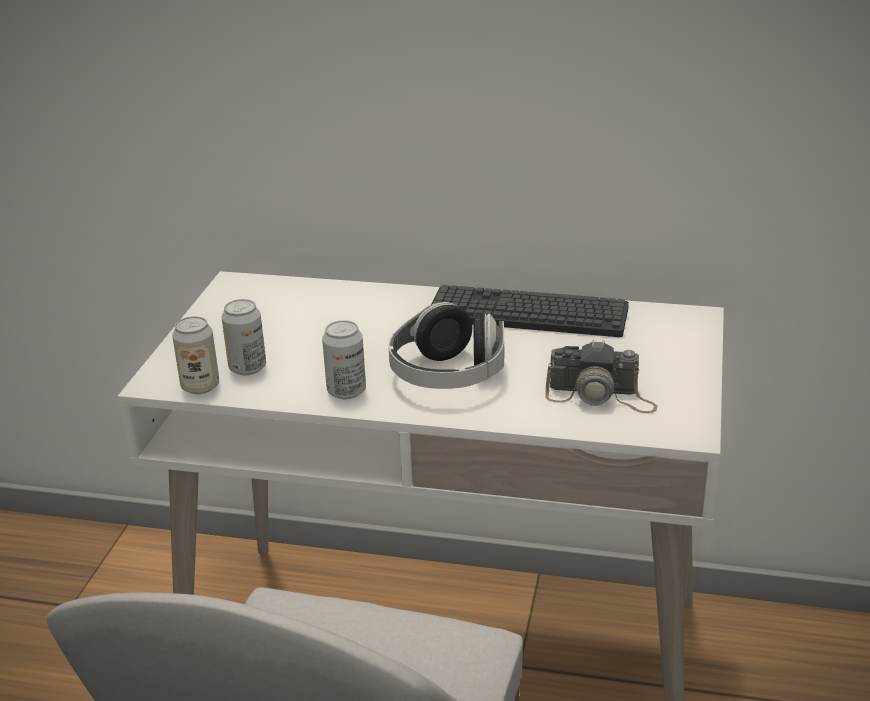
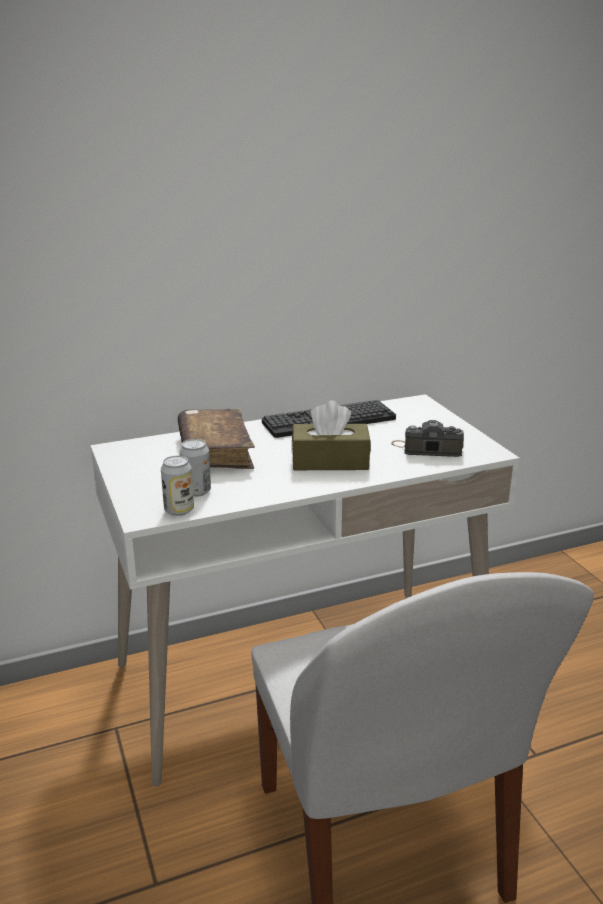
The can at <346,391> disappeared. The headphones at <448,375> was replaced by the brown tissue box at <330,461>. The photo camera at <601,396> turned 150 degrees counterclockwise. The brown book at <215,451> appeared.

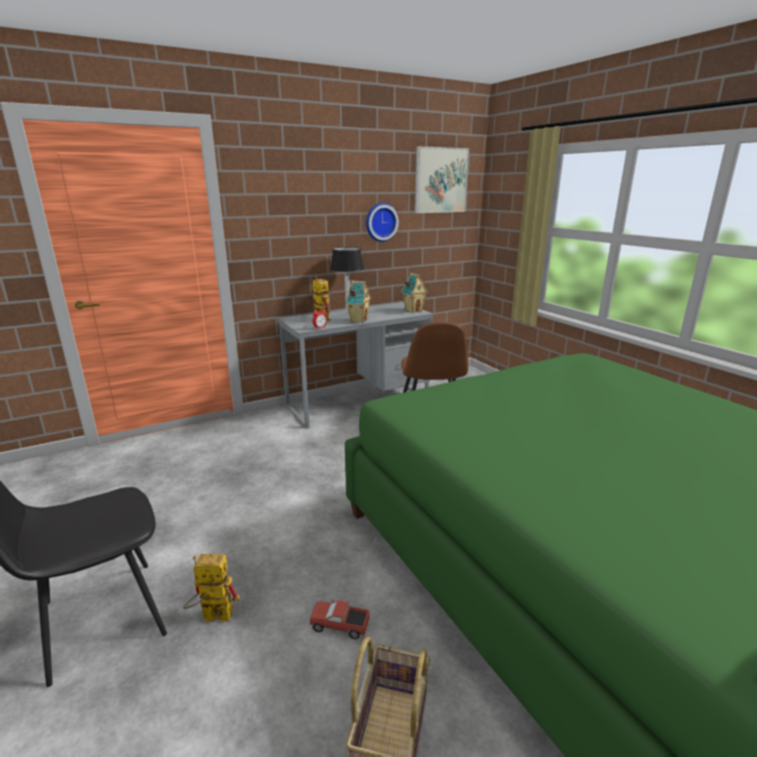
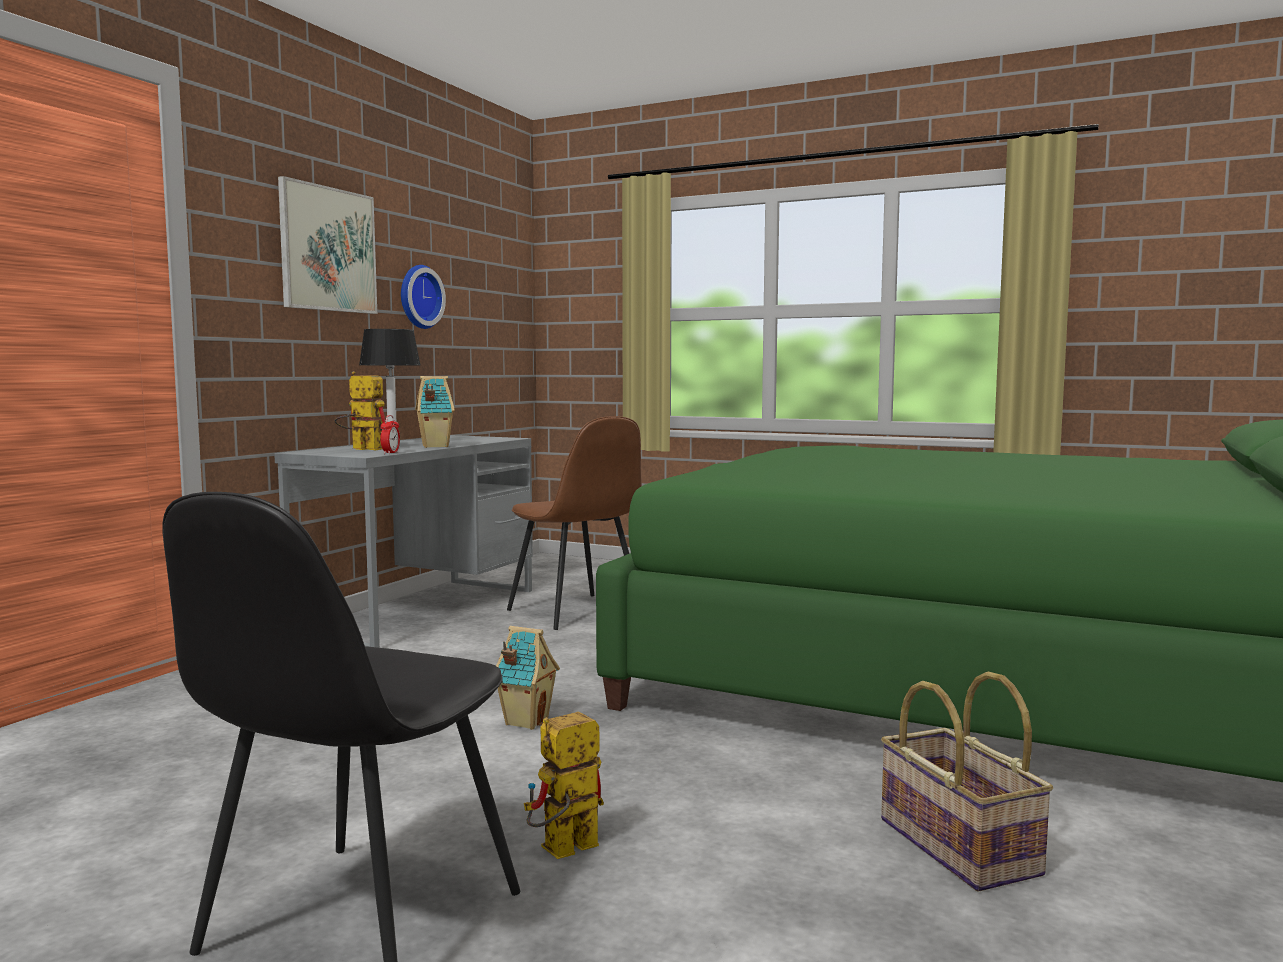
The toy truck at <340,626> disappeared. The toy house moved from <413,310> to <526,721>. The picture moved from <440,180> to <328,249>.

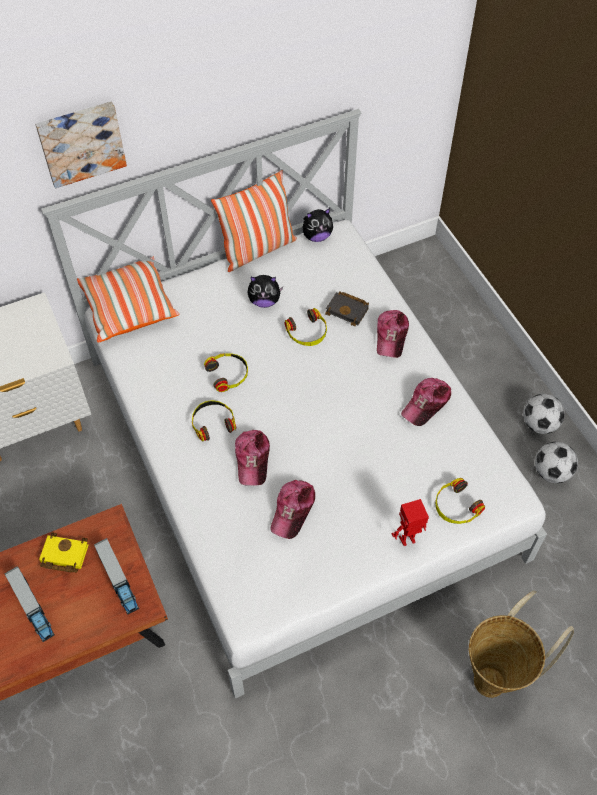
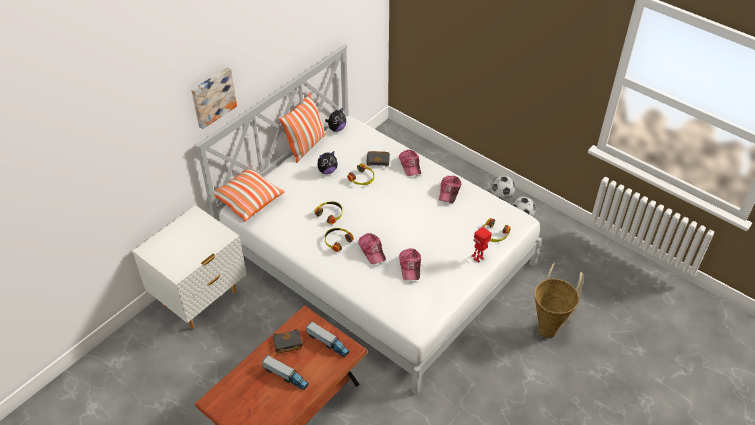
The yellow book at <63,555> became the black book at <287,343>.

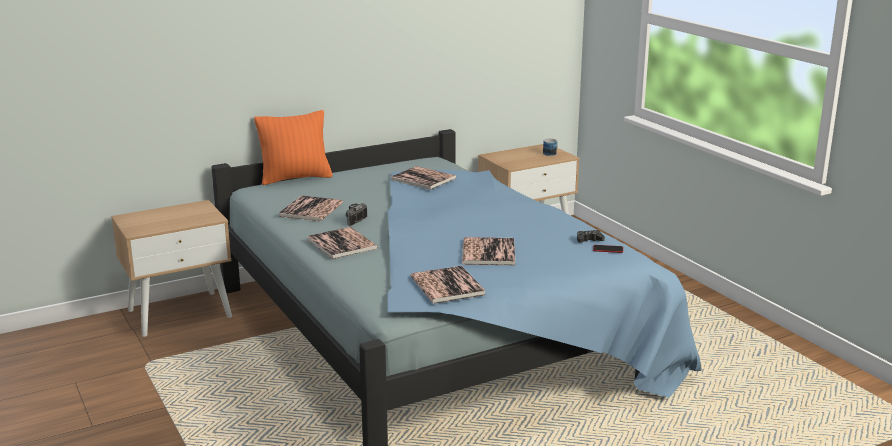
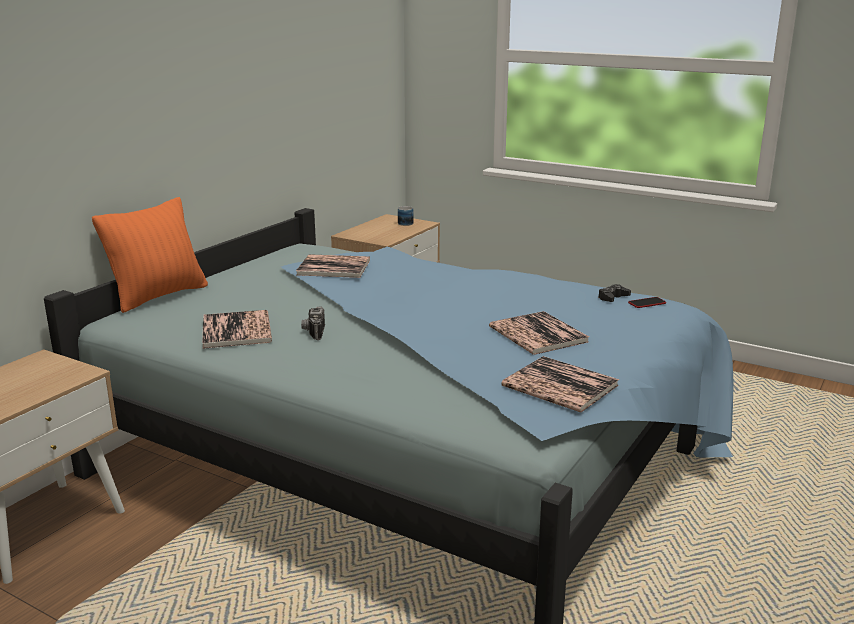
The book at <342,244> disappeared.

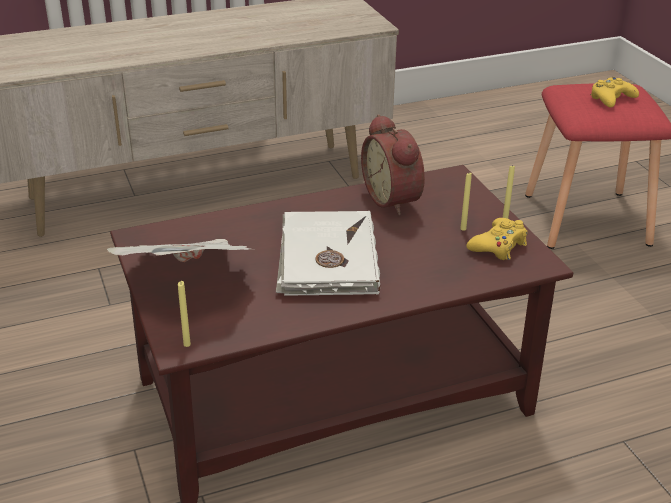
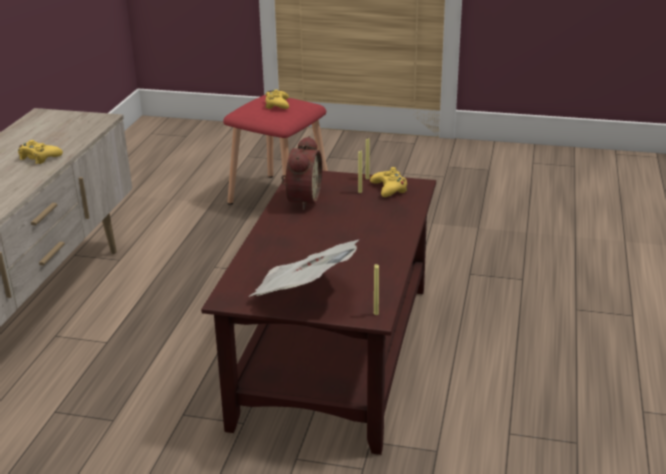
The white book at <326,259> disappeared. The alarm clock at <394,199> turned 90 degrees counterclockwise. The yellow game controller at <39,157> appeared.

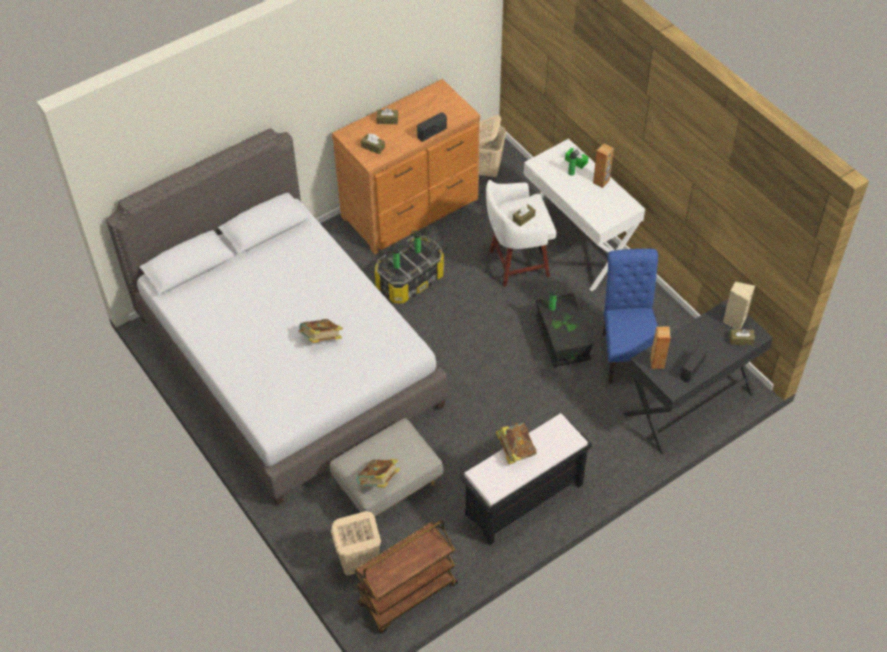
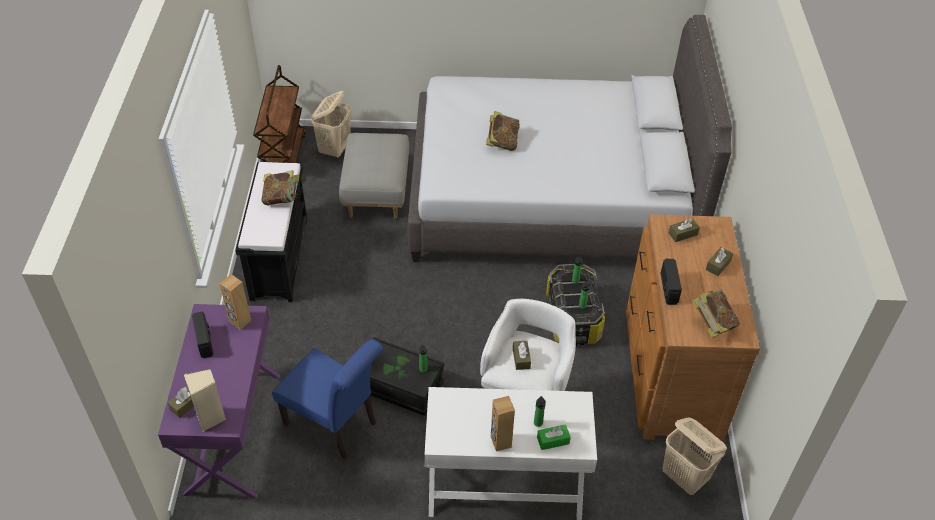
The book moved from <378,481> to <712,324>. The black desk at <689,404> became the purple desk at <232,432>.

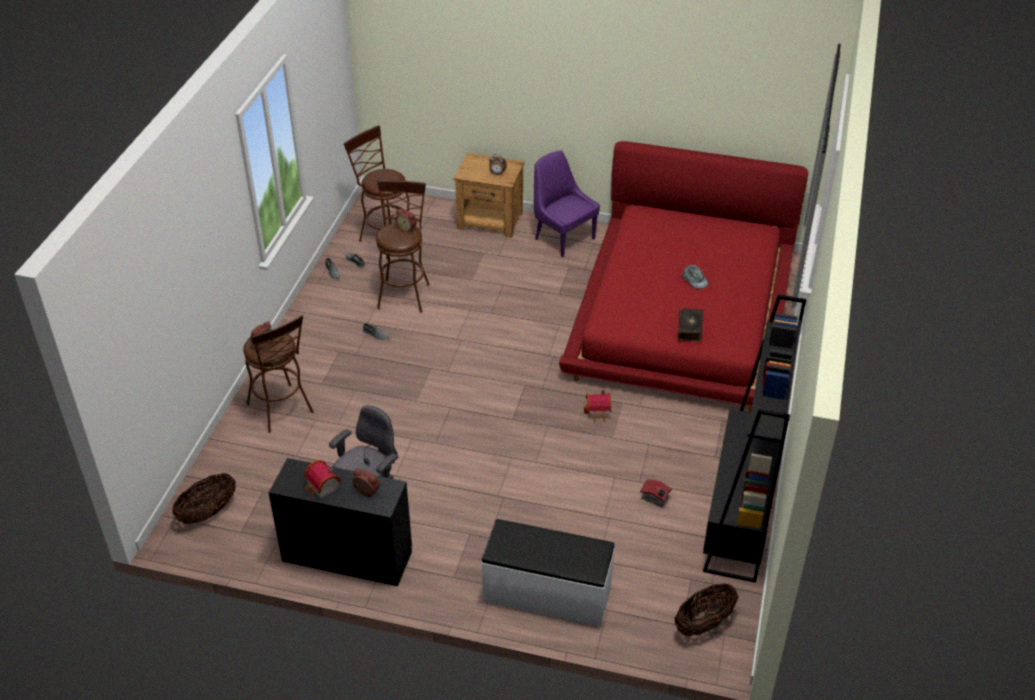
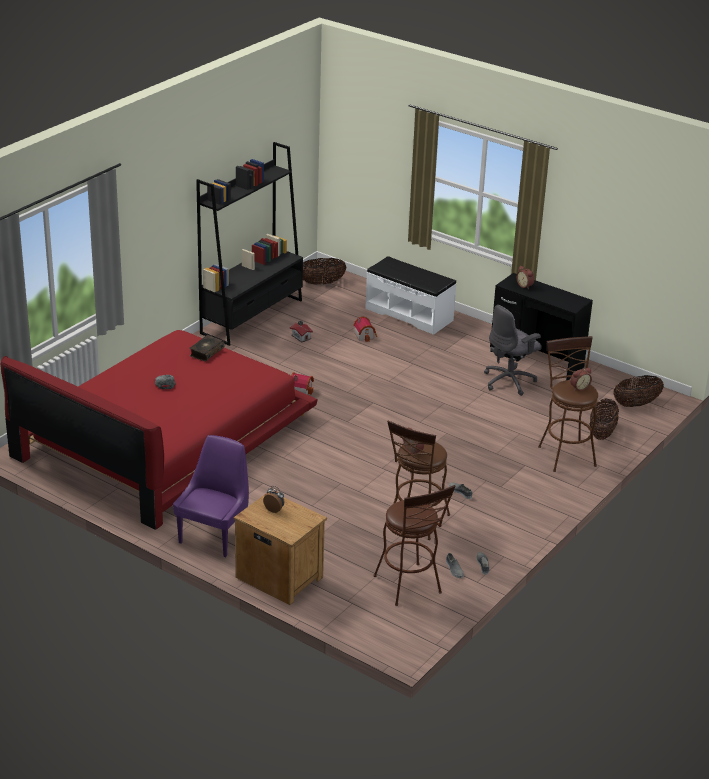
The toy house moved from <322,488> to <365,335>. The purple chair at <563,238> turned 135 degrees counterclockwise. The basket at <602,433> appeared.

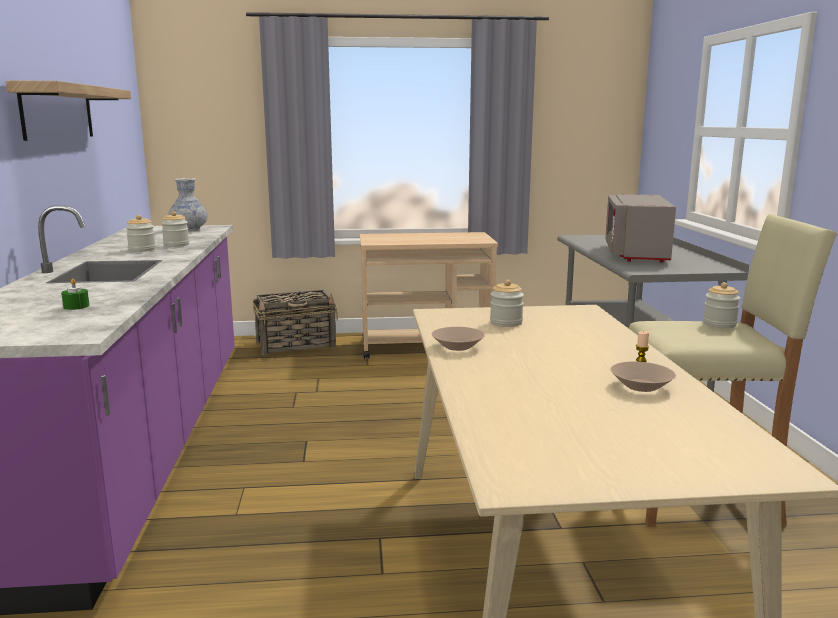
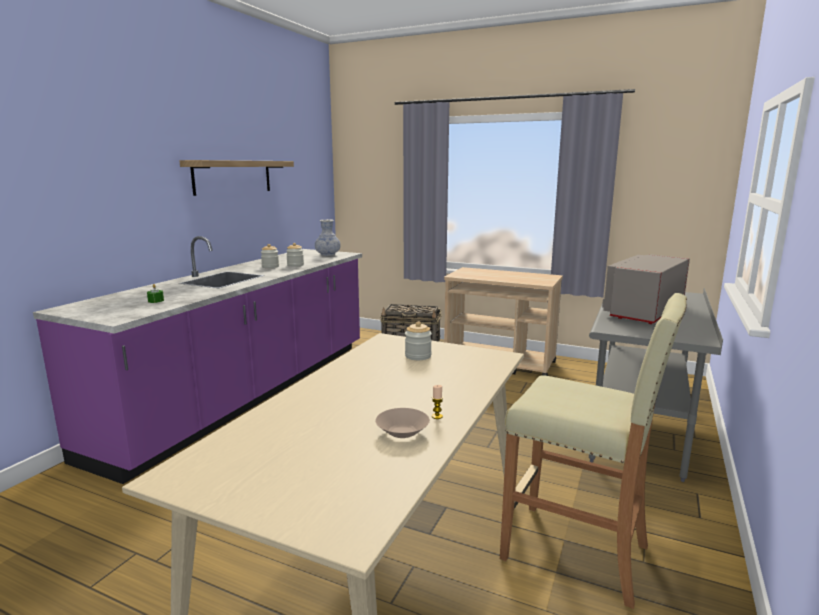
The beige bowl at <457,347> disappeared. The jar at <719,324> disappeared.

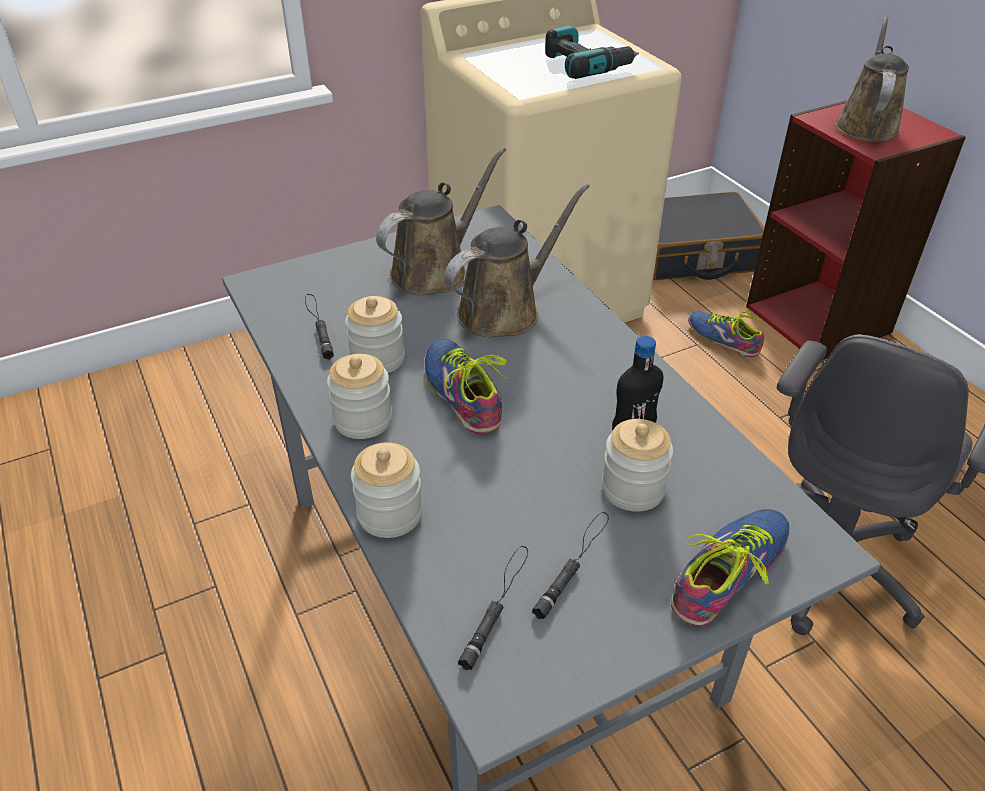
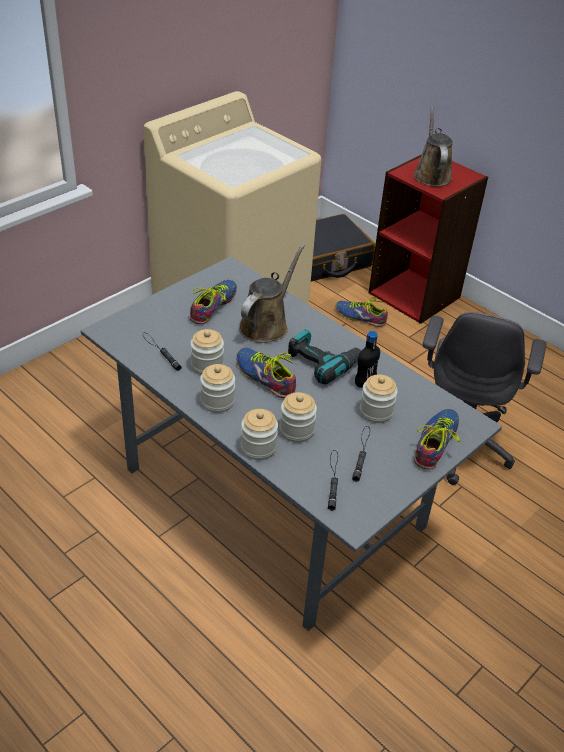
The brown watering can at <435,270> was replaced by the shoe at <213,306>. The power drill moved from <586,65> to <323,362>. The jar at <296,430> appeared.

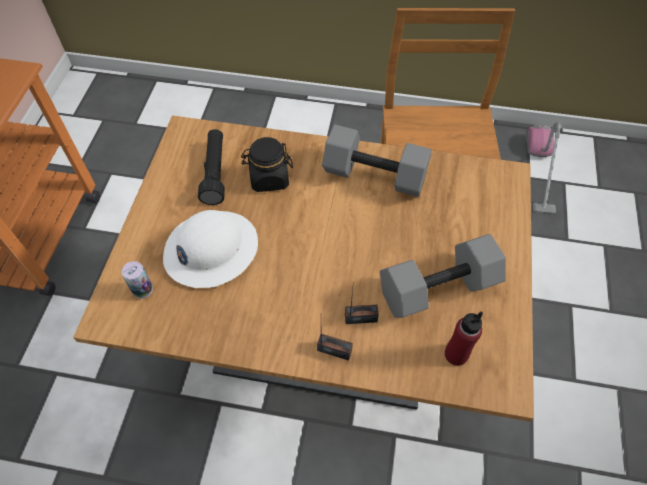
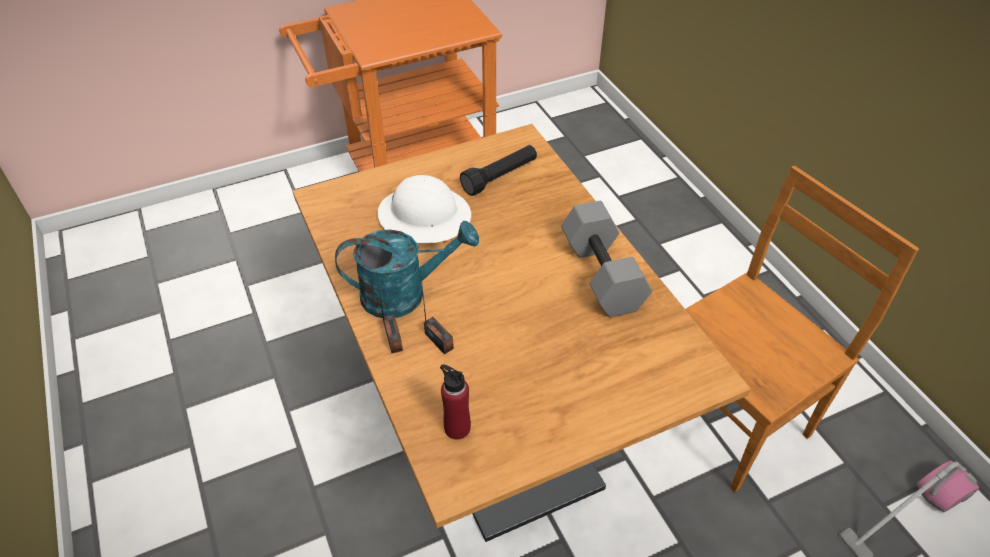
The can at <143,290> disappeared. The black jar at <269,178> disappeared. The grey dumbbell at <438,286> disappeared. The turquoise watering can at <405,293> appeared.

